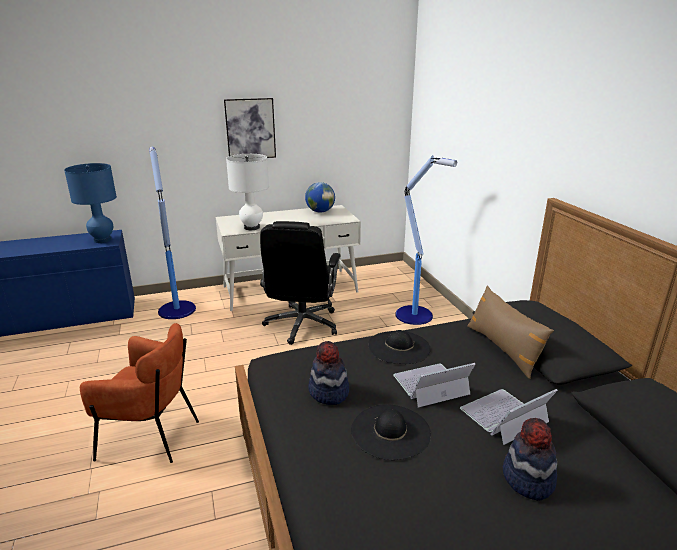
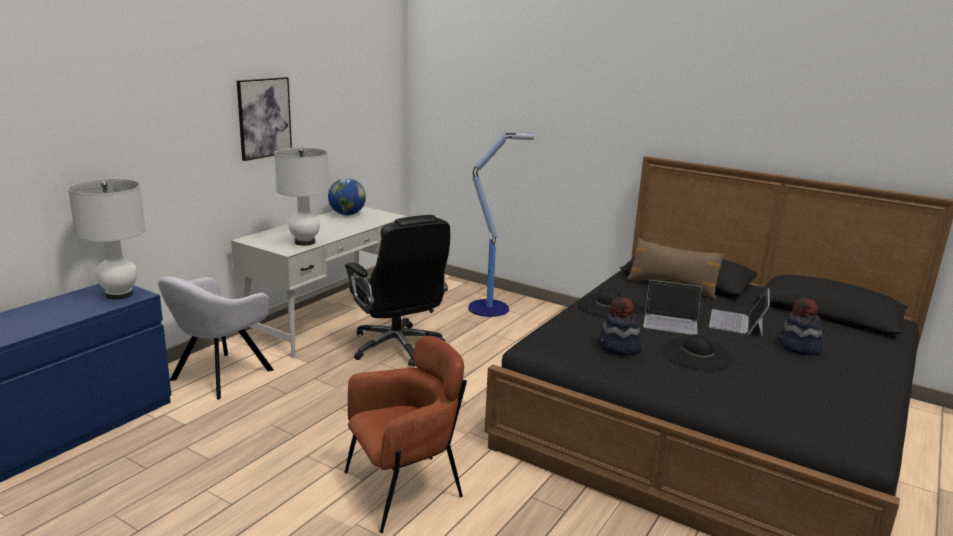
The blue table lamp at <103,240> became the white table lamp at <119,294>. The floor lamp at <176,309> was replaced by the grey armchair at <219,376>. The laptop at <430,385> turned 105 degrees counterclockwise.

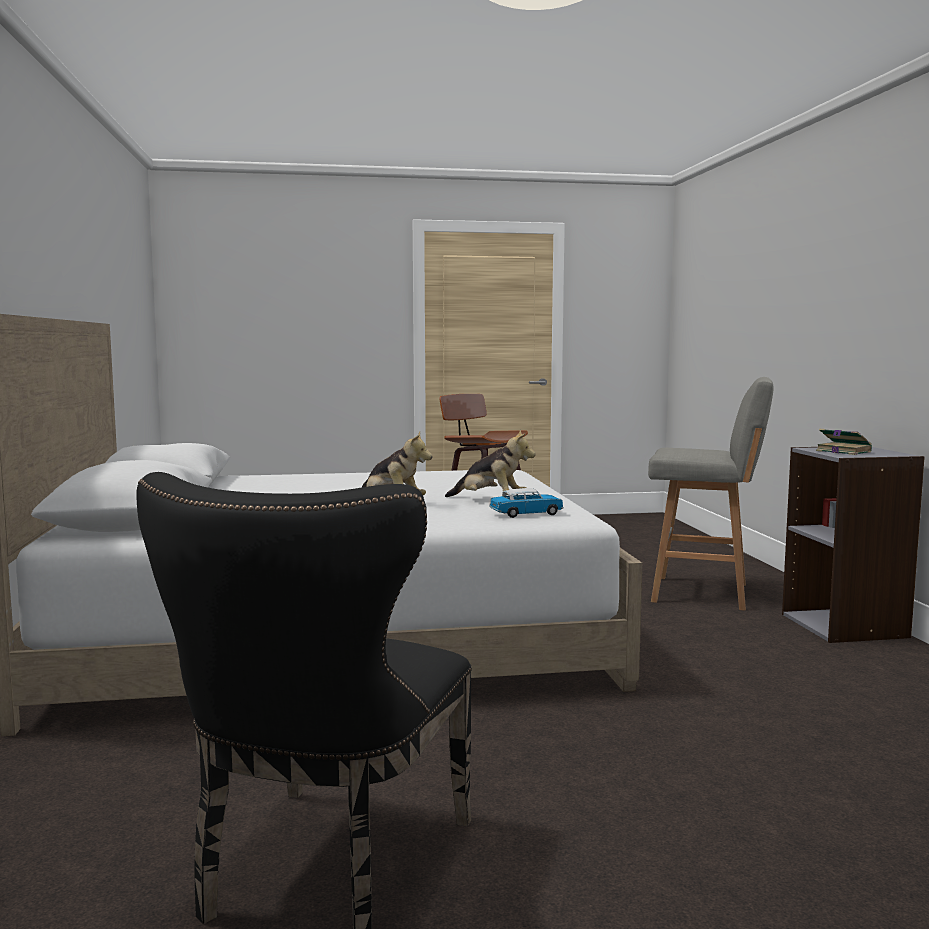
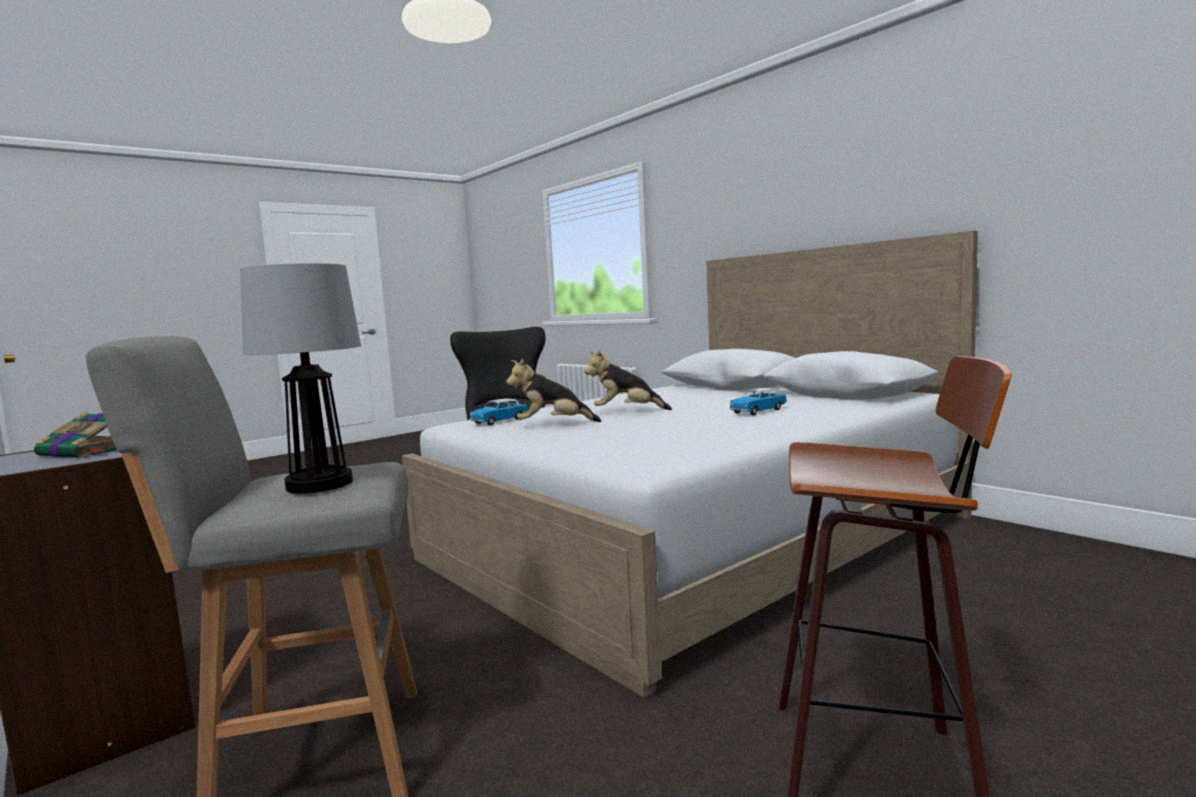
The table lamp at <318,485> appeared. The toy car at <758,411> appeared.

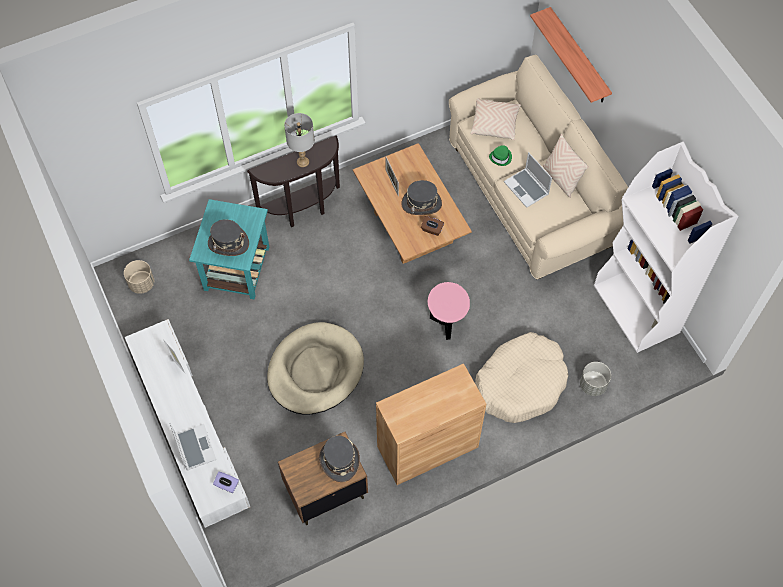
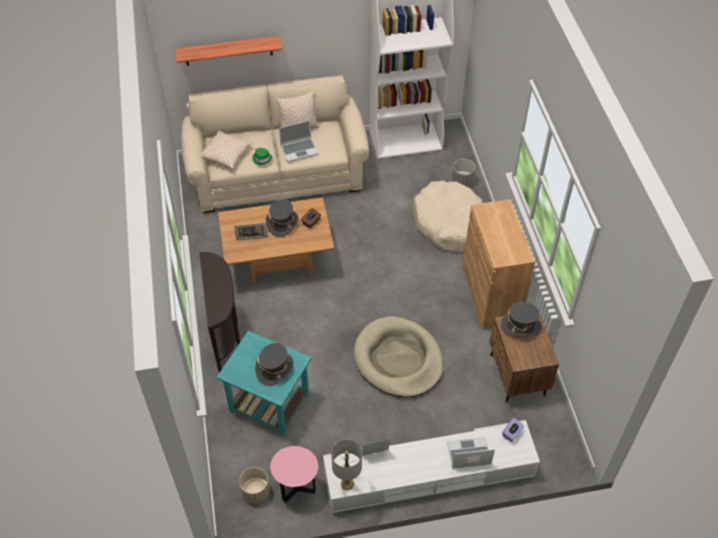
The grey table lamp moved from <302,161> to <347,484>. The pink side table moved from <446,324> to <297,488>.

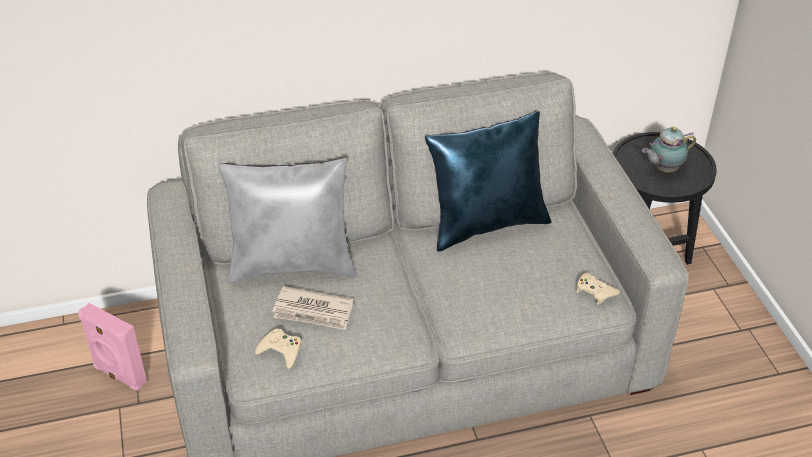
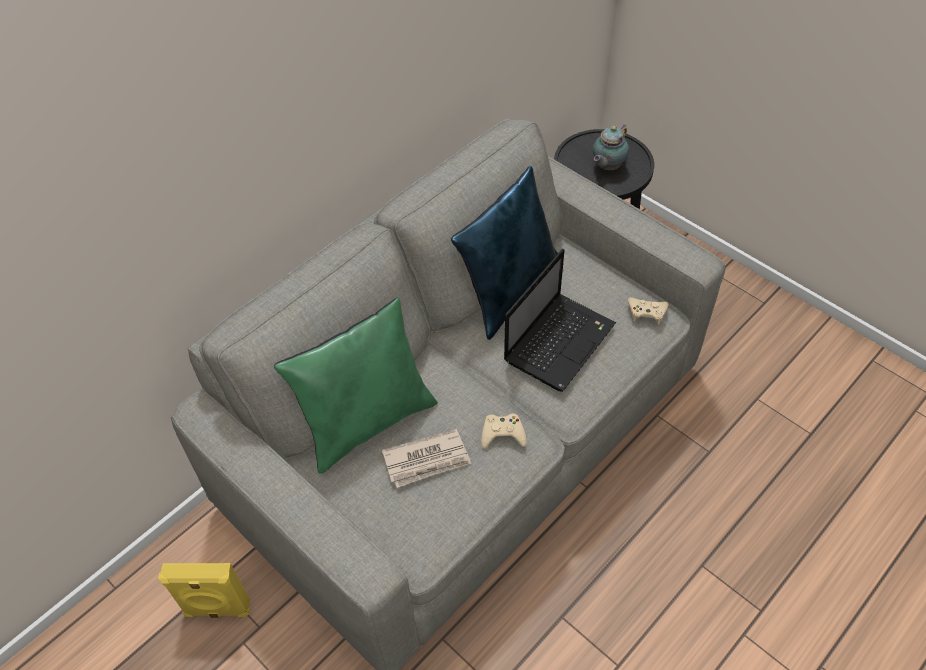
The pink speaker at <119,375> became the yellow speaker at <217,610>. The grey pillow at <292,264> became the green pillow at <367,421>. The beige game controller moved from <281,351> to <502,434>. The laptop at <560,341> appeared.

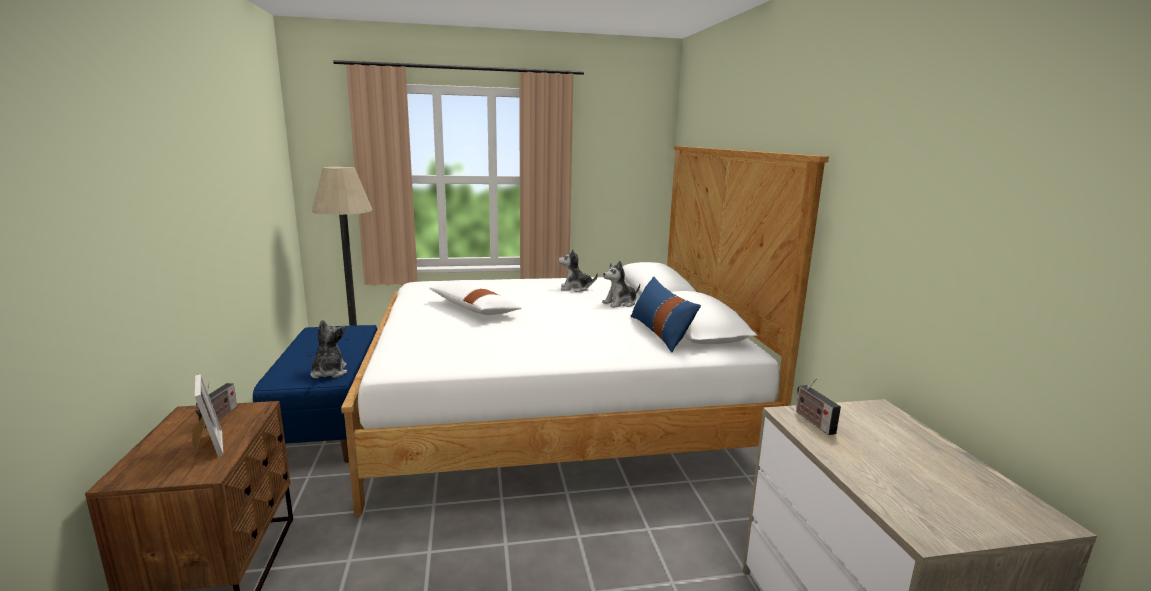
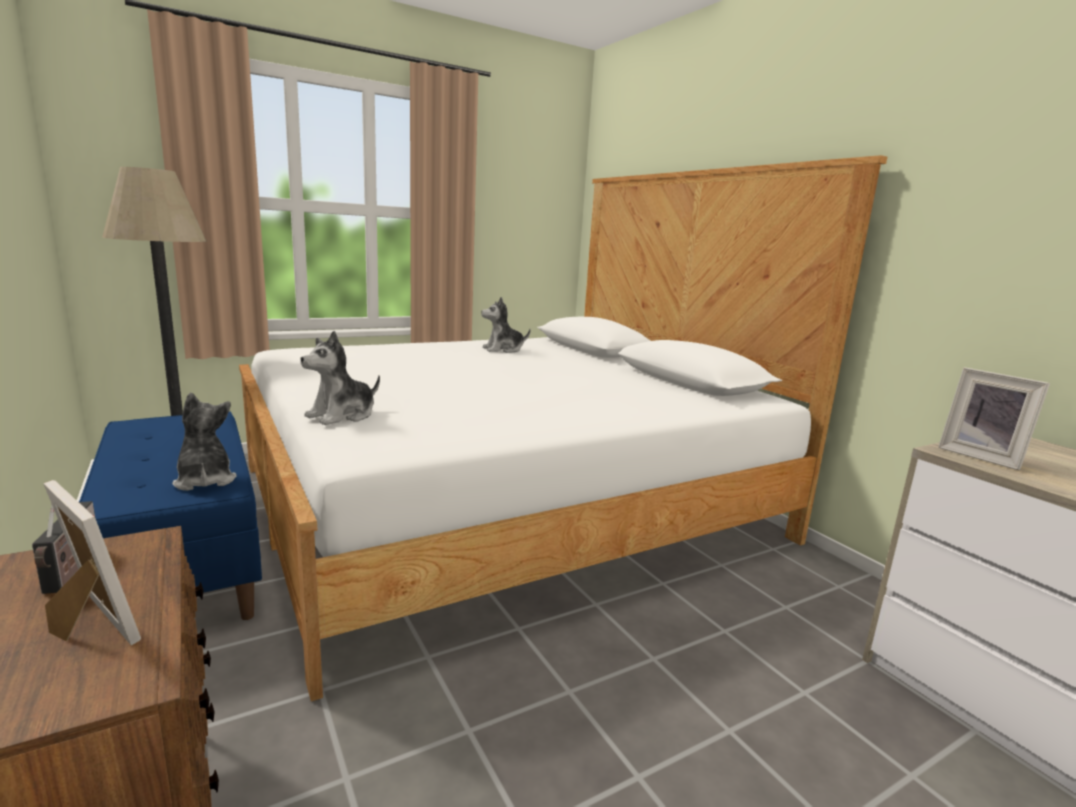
The white pillow at <474,309> disappeared. The plush toy moved from <620,303> to <342,415>. The blue pillow at <660,332> disappeared. The radio at <812,421> was replaced by the picture frame at <982,456>.

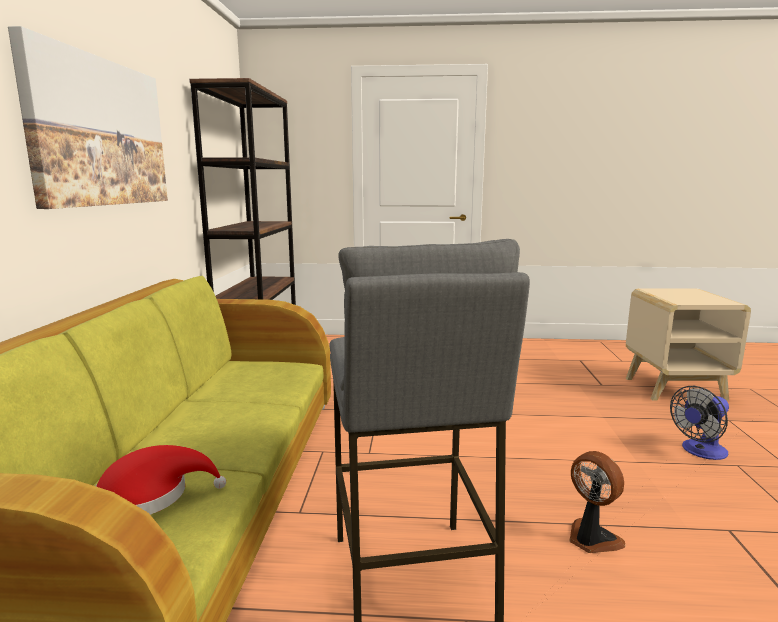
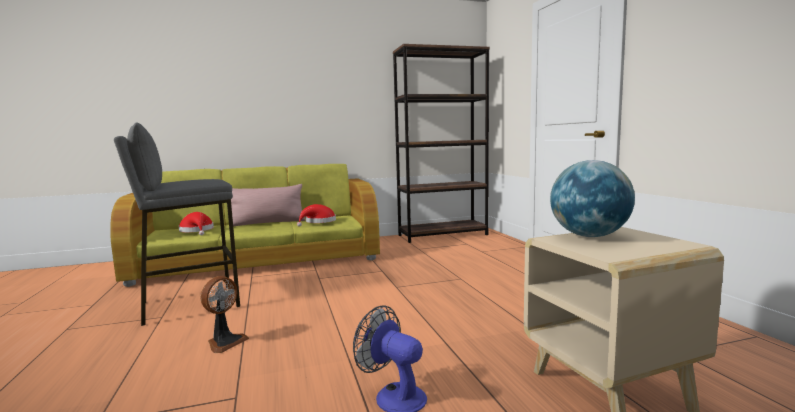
The picture at <100,133> disappeared. The pink pillow at <268,223> appeared. The red hat at <318,222> appeared. The globe at <589,236> appeared.

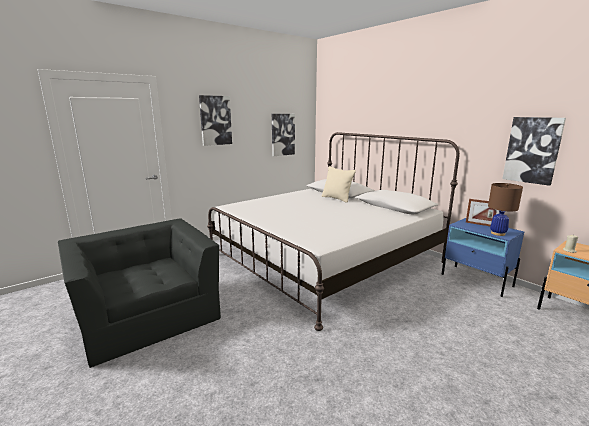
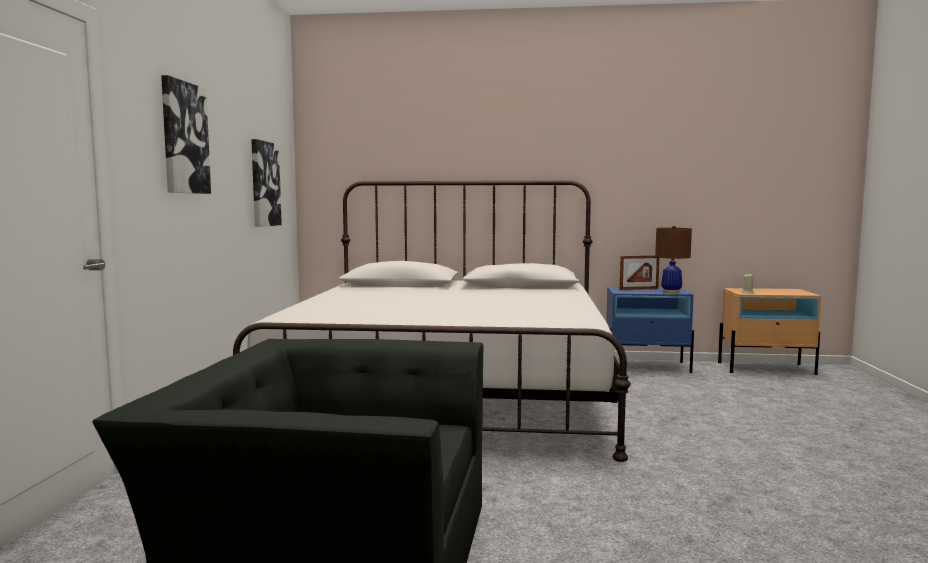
The beige pillow at <337,198> disappeared. The picture at <532,150> disappeared.

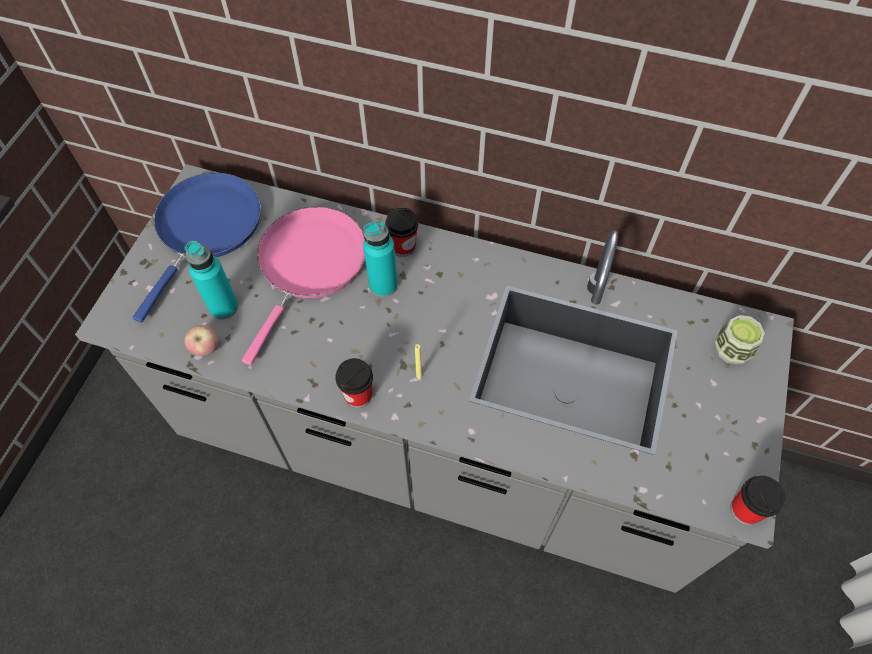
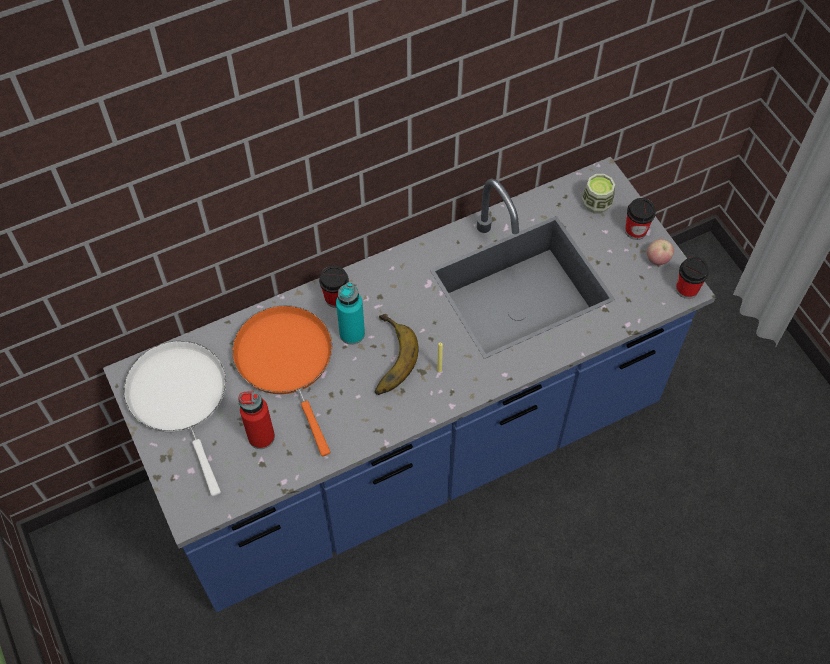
The grey counter at <436,449> became the blue counter at <415,453>. The blue frying pan at <206,228> became the white frying pan at <180,398>. The apple moved from <206,348> to <657,260>. The turquoise bottle at <223,307> became the red bottle at <261,437>. The pink frying pan at <310,265> became the orange frying pan at <286,361>. The cup moved from <358,395> to <635,231>. The banana at <385,358> appeared.

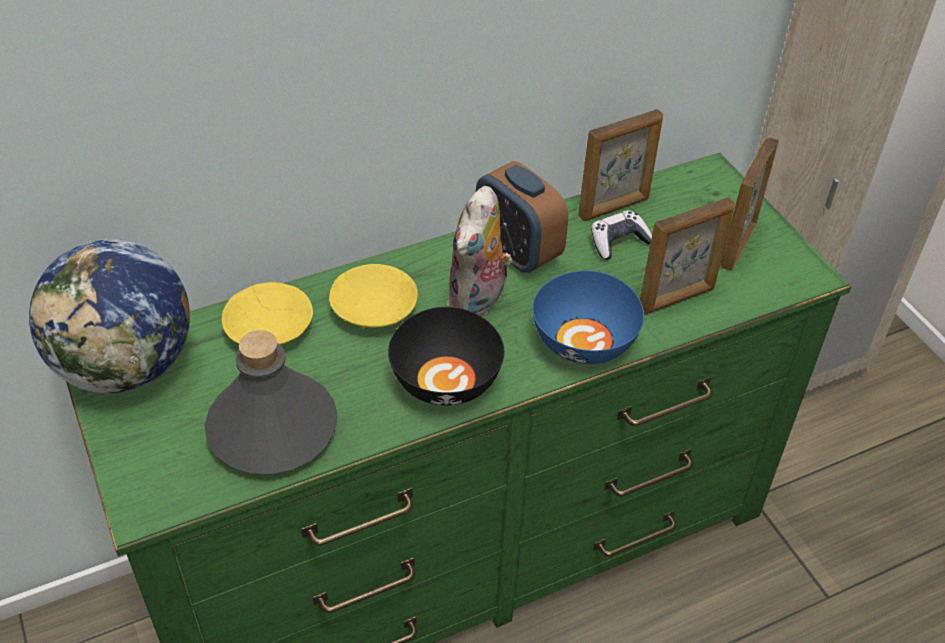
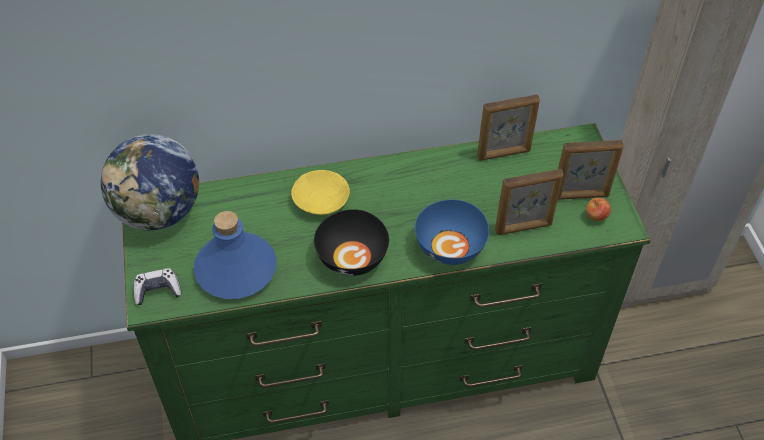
The grey bottle at <272,430> became the blue bottle at <235,270>. The yellow bowl at <269,328> disappeared. The plush toy at <479,300> disappeared. The alarm clock at <517,252> disappeared. The game controller moved from <618,242> to <157,291>. The picture frame at <738,245> turned 135 degrees counterclockwise. The apple at <596,217> appeared.

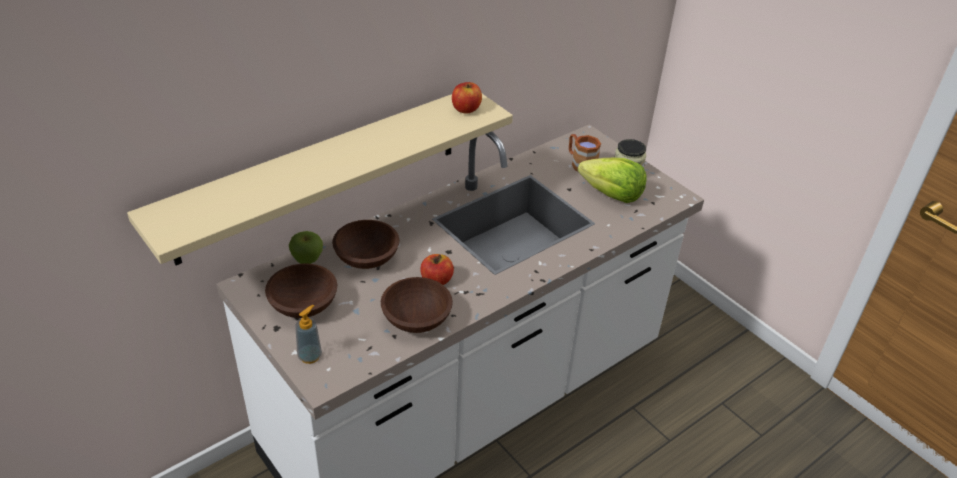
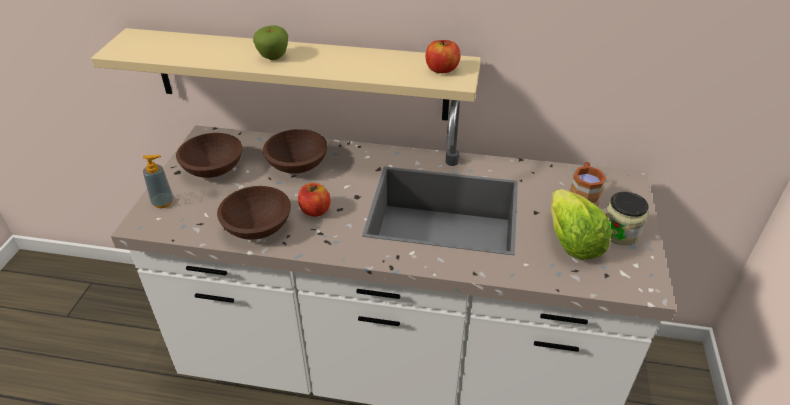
The apple moved from <307,260> to <273,57>.

